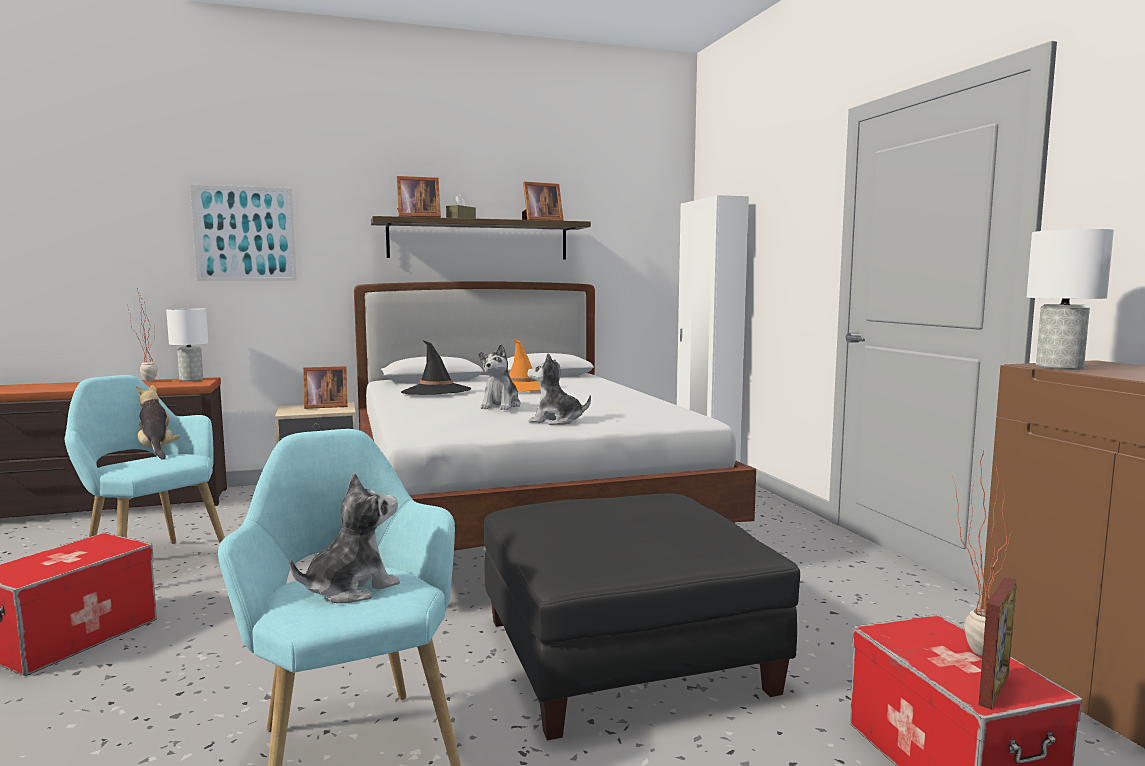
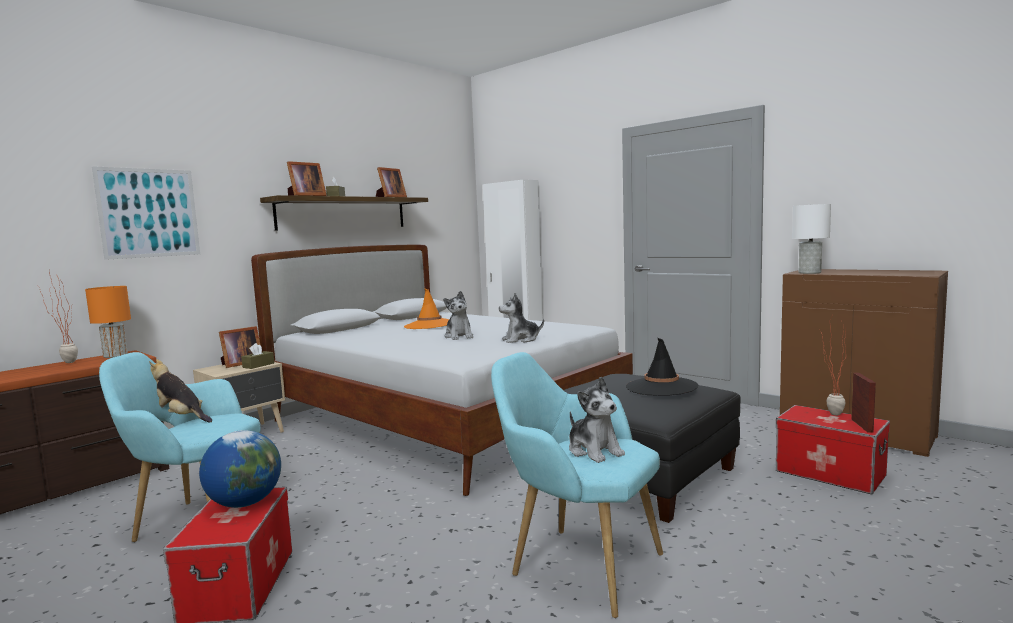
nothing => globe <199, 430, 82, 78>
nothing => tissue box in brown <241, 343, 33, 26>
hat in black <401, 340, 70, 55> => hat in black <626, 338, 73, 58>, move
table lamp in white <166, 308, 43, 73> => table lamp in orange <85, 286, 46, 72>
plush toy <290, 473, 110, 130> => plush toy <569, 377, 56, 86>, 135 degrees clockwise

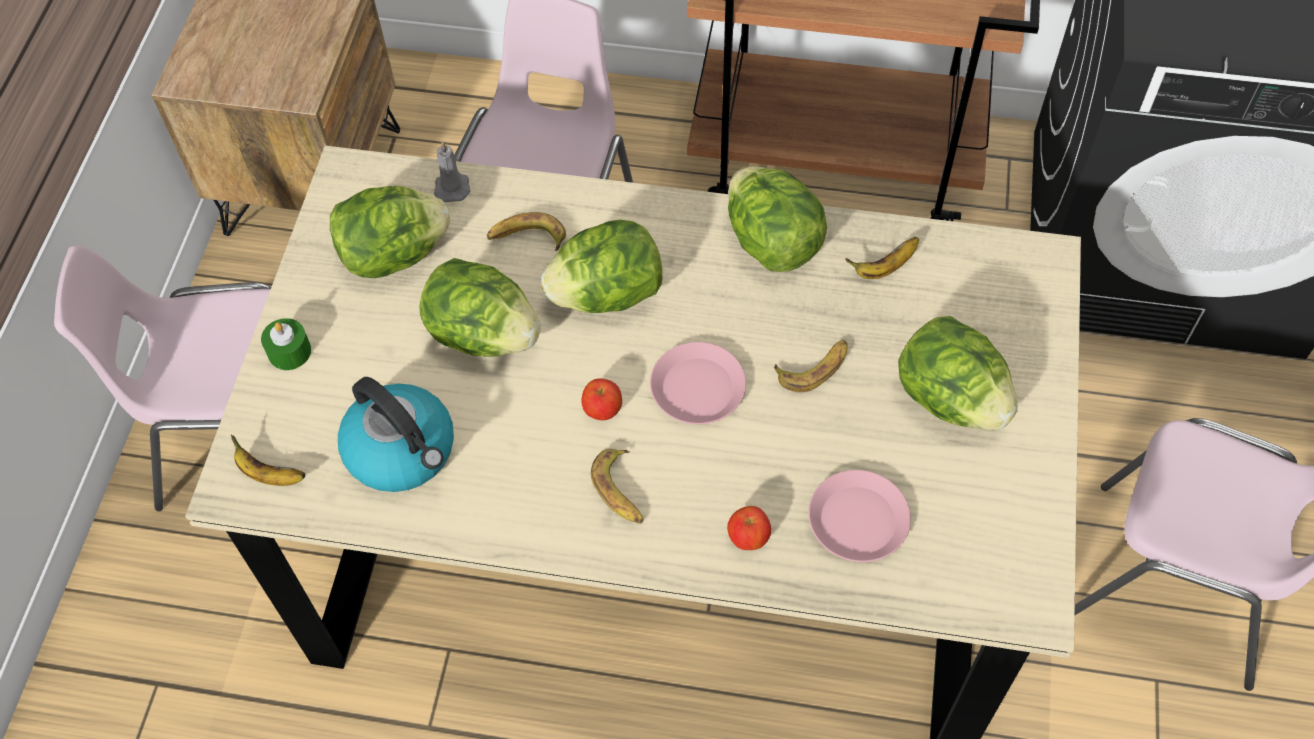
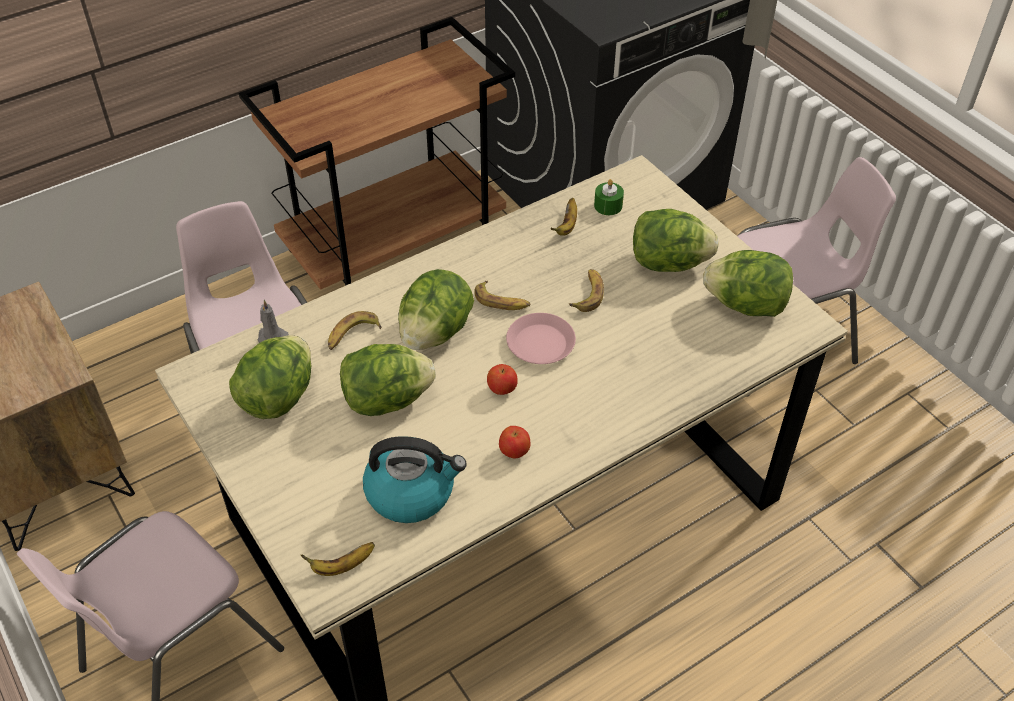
plate in pink <808, 470, 103, 92> => nothing
candle in green <261, 318, 50, 52> => candle in green <594, 179, 30, 36>, move
banana <591, 449, 53, 75> => banana <474, 281, 56, 29>, move
apple <727, 506, 44, 44> => apple <499, 426, 31, 32>, move
lettuce <728, 167, 99, 105> => lettuce <703, 250, 90, 67>, move

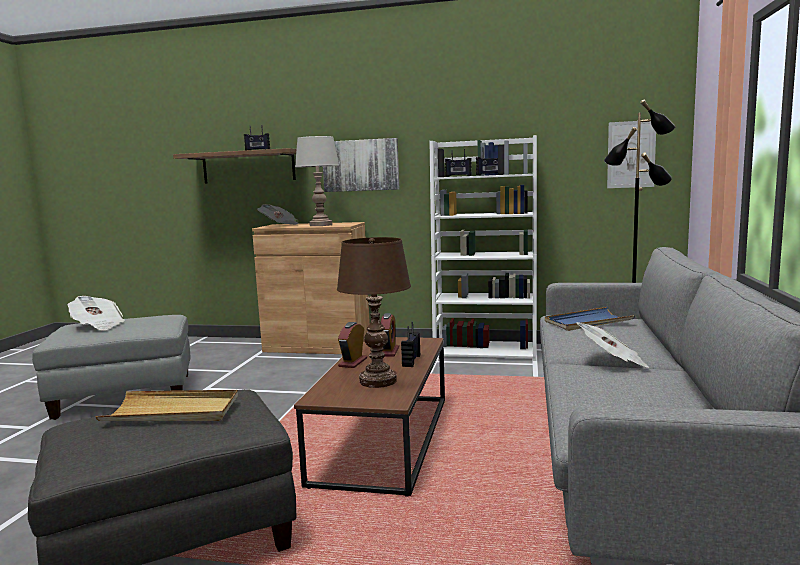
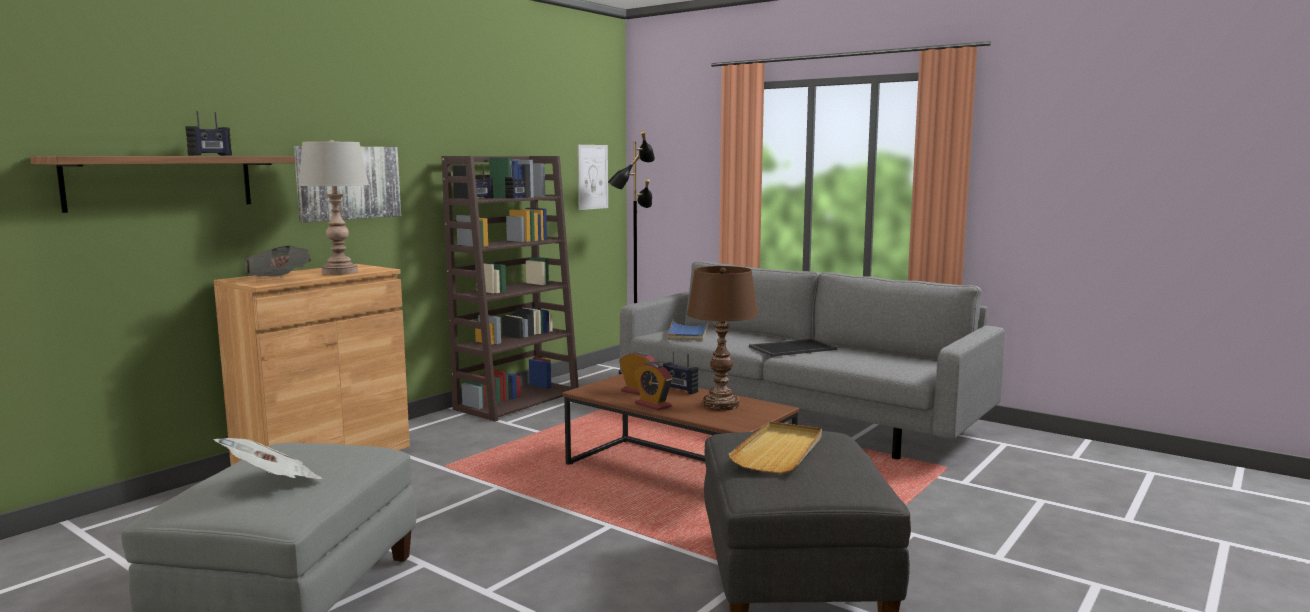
newspaper <576, 322, 74, 46> => tray <749, 338, 88, 19>
bookcase in white <430, 135, 107, 226> => bookcase in brown <441, 156, 138, 266>

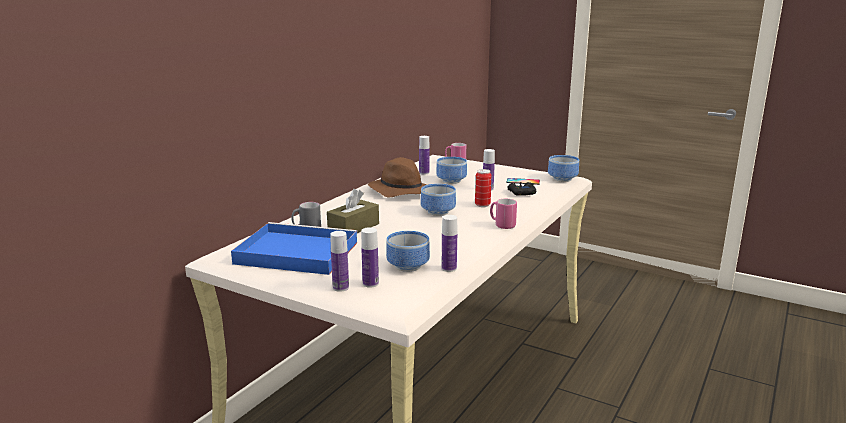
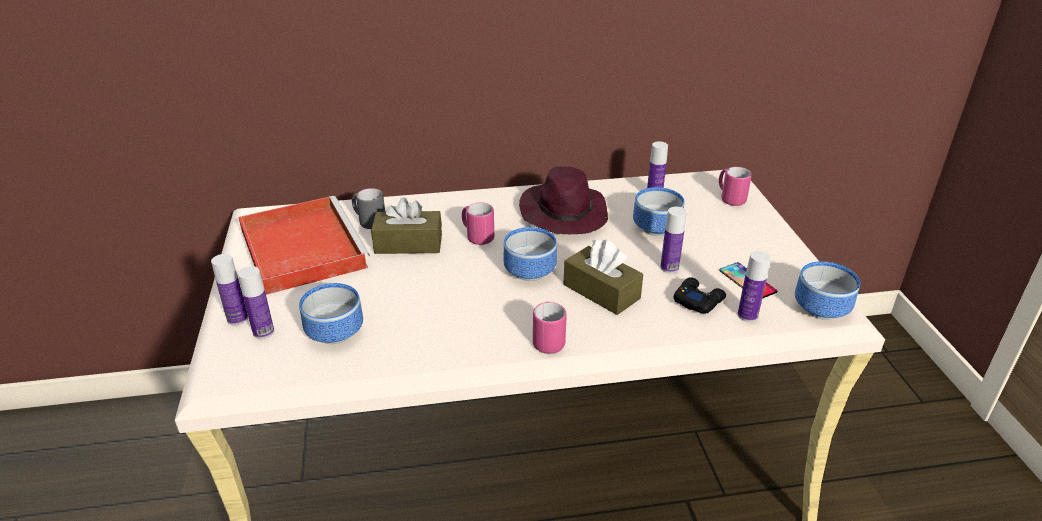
nothing => mug in pink <462, 202, 32, 43>
bottle <442, 215, 15, 57> => bottle <737, 251, 34, 71>, move
can <475, 169, 17, 38> => tissue box in brown <564, 239, 79, 76>
tray in blue <231, 222, 127, 53> => tray in red <239, 196, 131, 99>
hat in brown <368, 157, 59, 41> => hat in purple <519, 167, 89, 67>

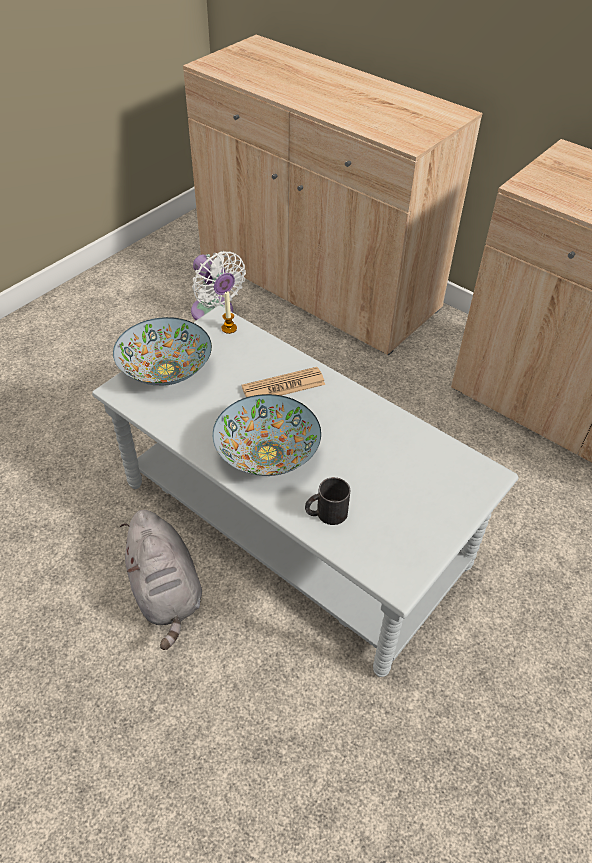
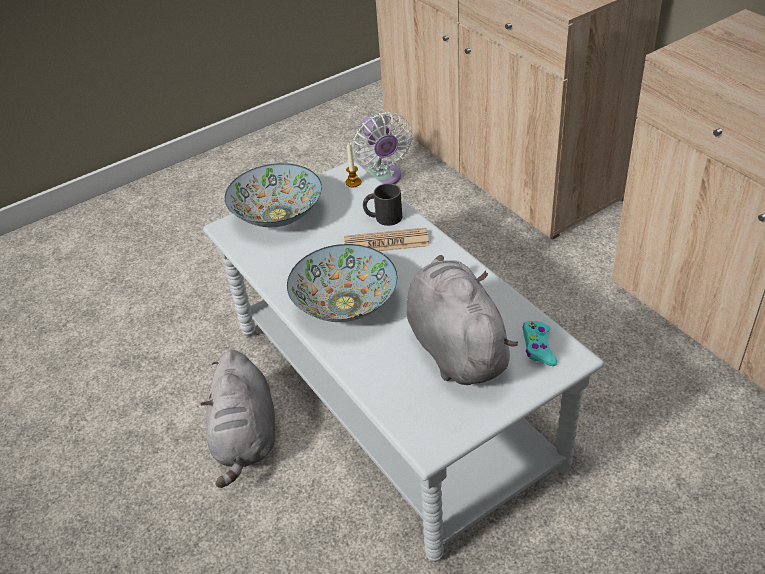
nothing => plush toy in grey <407, 255, 111, 130>
nothing => game controller in turquoise <523, 321, 34, 45>
mug in black <305, 477, 46, 48> => mug in black <363, 183, 39, 43>, move

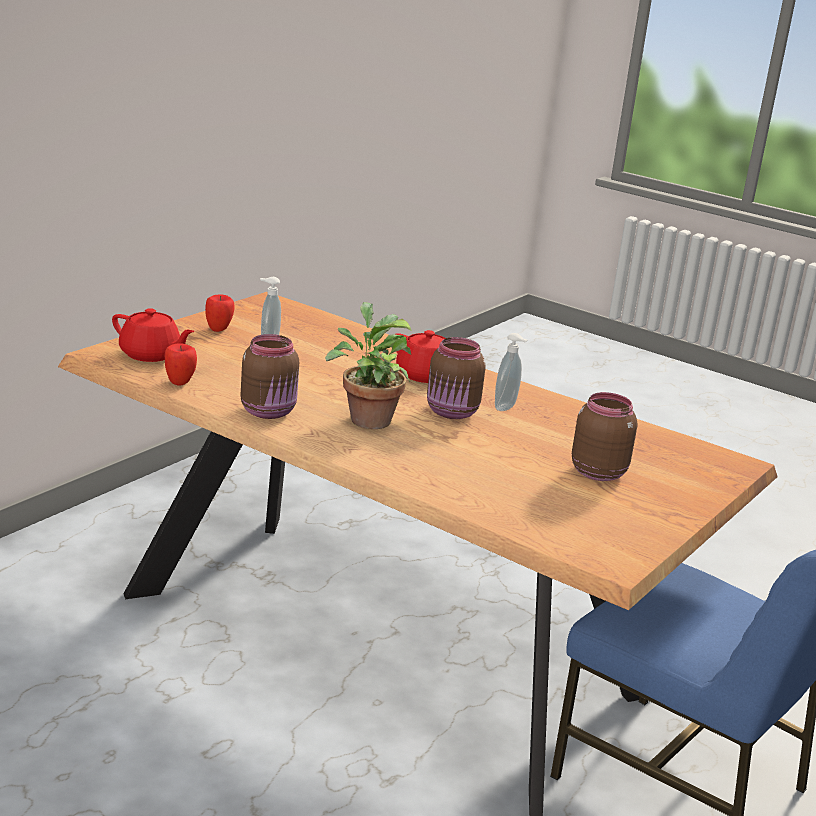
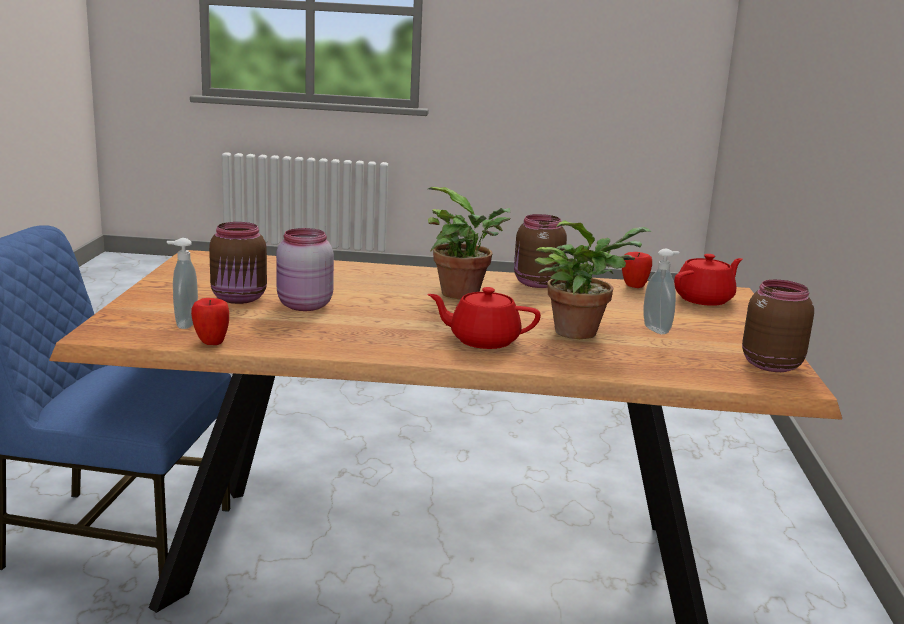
nothing => jar in pink <276, 228, 58, 83>
nothing => potted plant <535, 220, 117, 119>
apple <205, 294, 30, 38> => apple <191, 298, 38, 47>, move
jar in brown <427, 337, 59, 82> => jar in brown <742, 280, 72, 92>, move
soap dispenser <495, 333, 33, 78> => soap dispenser <167, 238, 31, 91>, move
teapot in red <112, 308, 82, 54> => teapot in red <674, 254, 68, 52>, 150 degrees clockwise

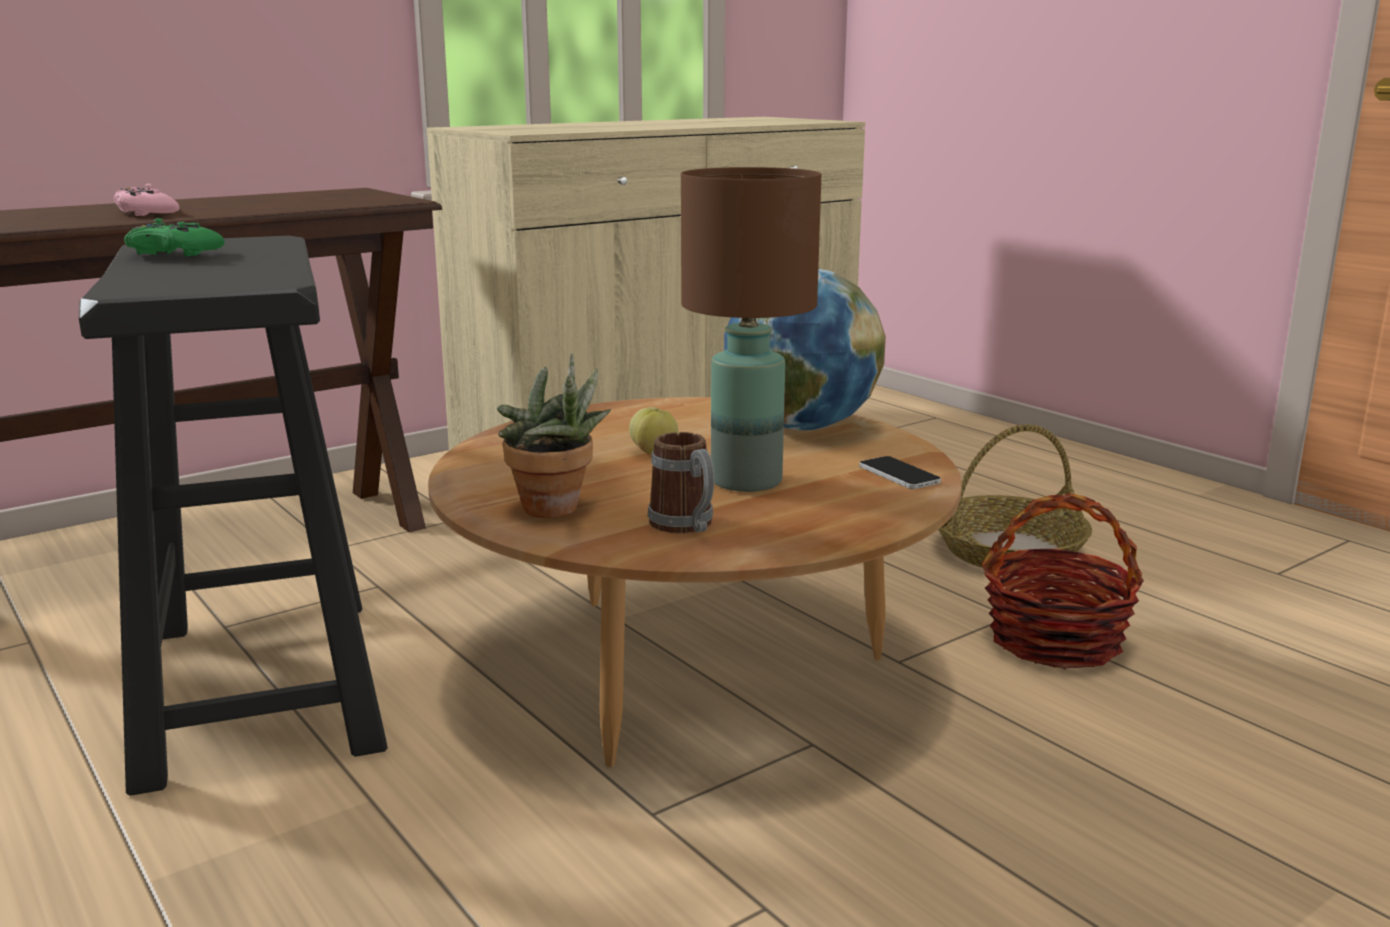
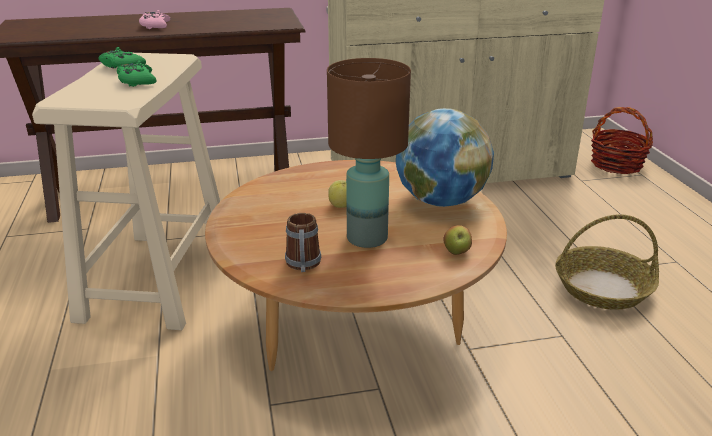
potted plant <497, 353, 114, 165> => nothing
nothing => game controller in green <117, 61, 40, 26>
basket <981, 493, 163, 176> => basket <591, 107, 62, 67>, move
phone <859, 456, 82, 33> => apple <443, 225, 29, 30>
stool in black <79, 236, 309, 560> => stool in beige <32, 53, 188, 277>

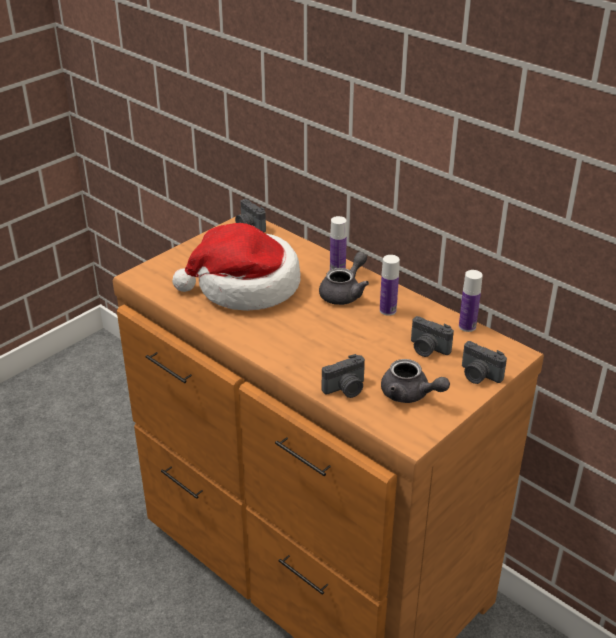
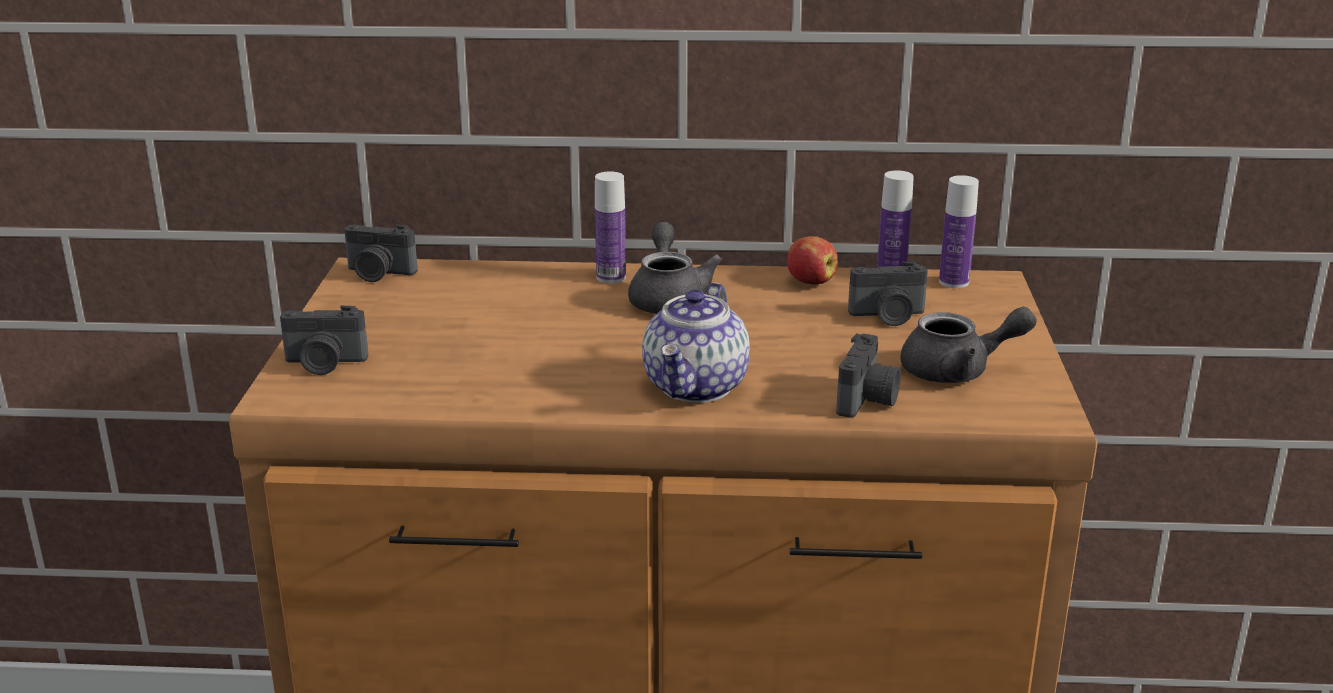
hat <172, 223, 129, 88> => nothing
nothing => teapot <642, 282, 108, 121>
nothing => apple <787, 236, 51, 49>
bottle <380, 255, 20, 61> => bottle <939, 175, 40, 113>, move
photo camera <462, 341, 45, 43> => photo camera <280, 305, 88, 70>, move

